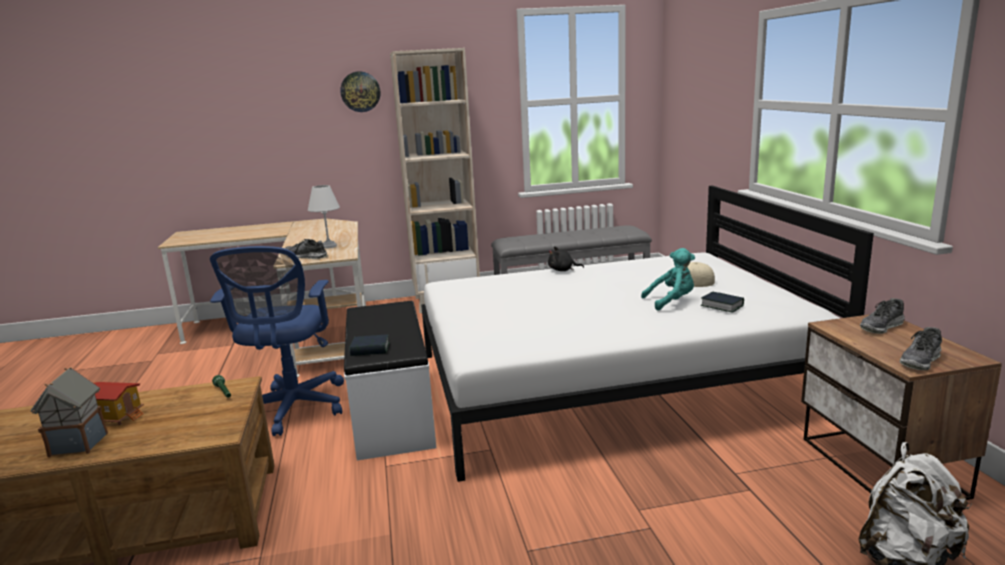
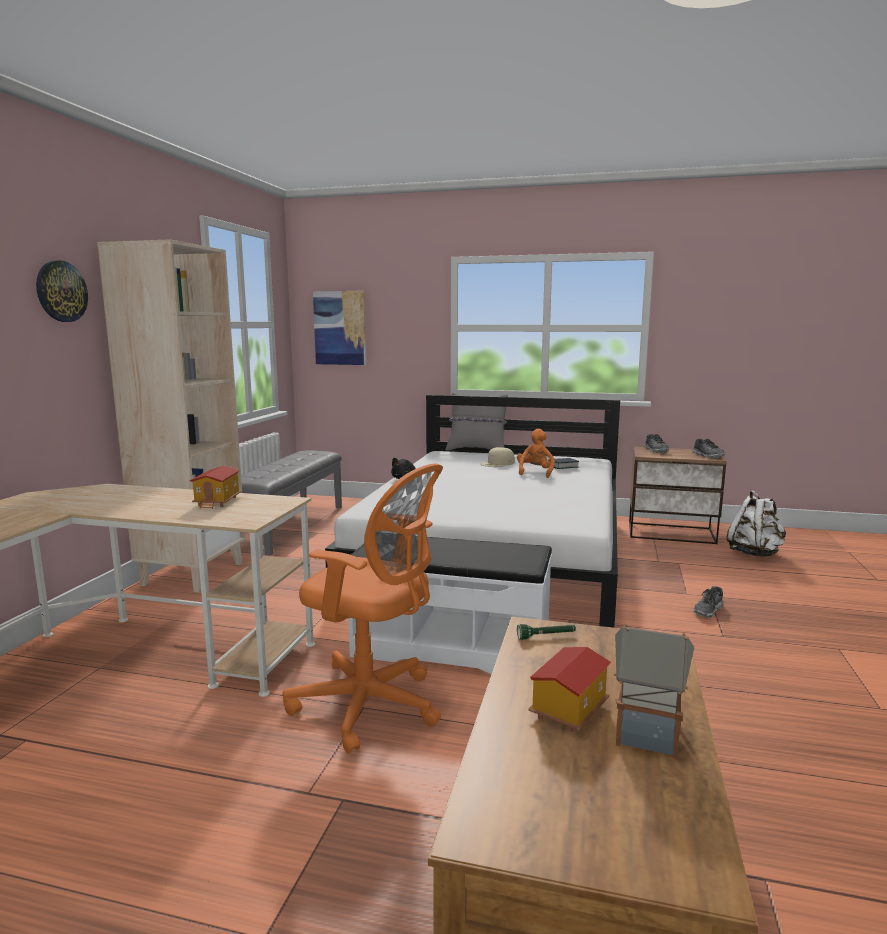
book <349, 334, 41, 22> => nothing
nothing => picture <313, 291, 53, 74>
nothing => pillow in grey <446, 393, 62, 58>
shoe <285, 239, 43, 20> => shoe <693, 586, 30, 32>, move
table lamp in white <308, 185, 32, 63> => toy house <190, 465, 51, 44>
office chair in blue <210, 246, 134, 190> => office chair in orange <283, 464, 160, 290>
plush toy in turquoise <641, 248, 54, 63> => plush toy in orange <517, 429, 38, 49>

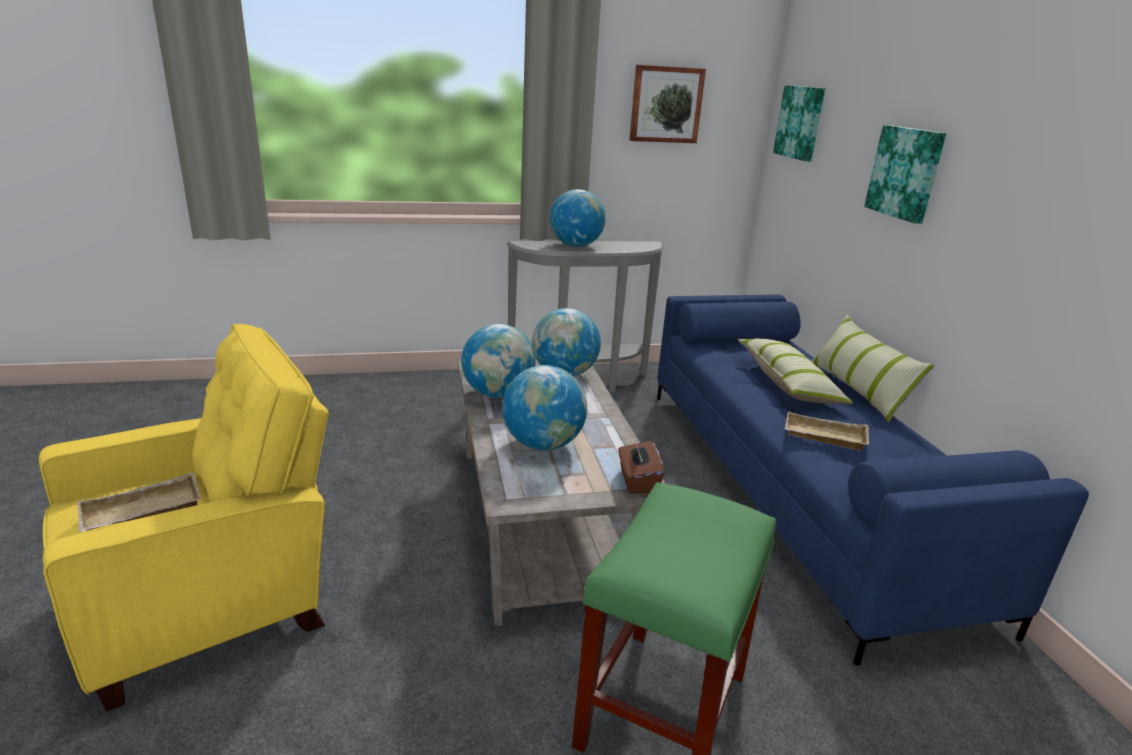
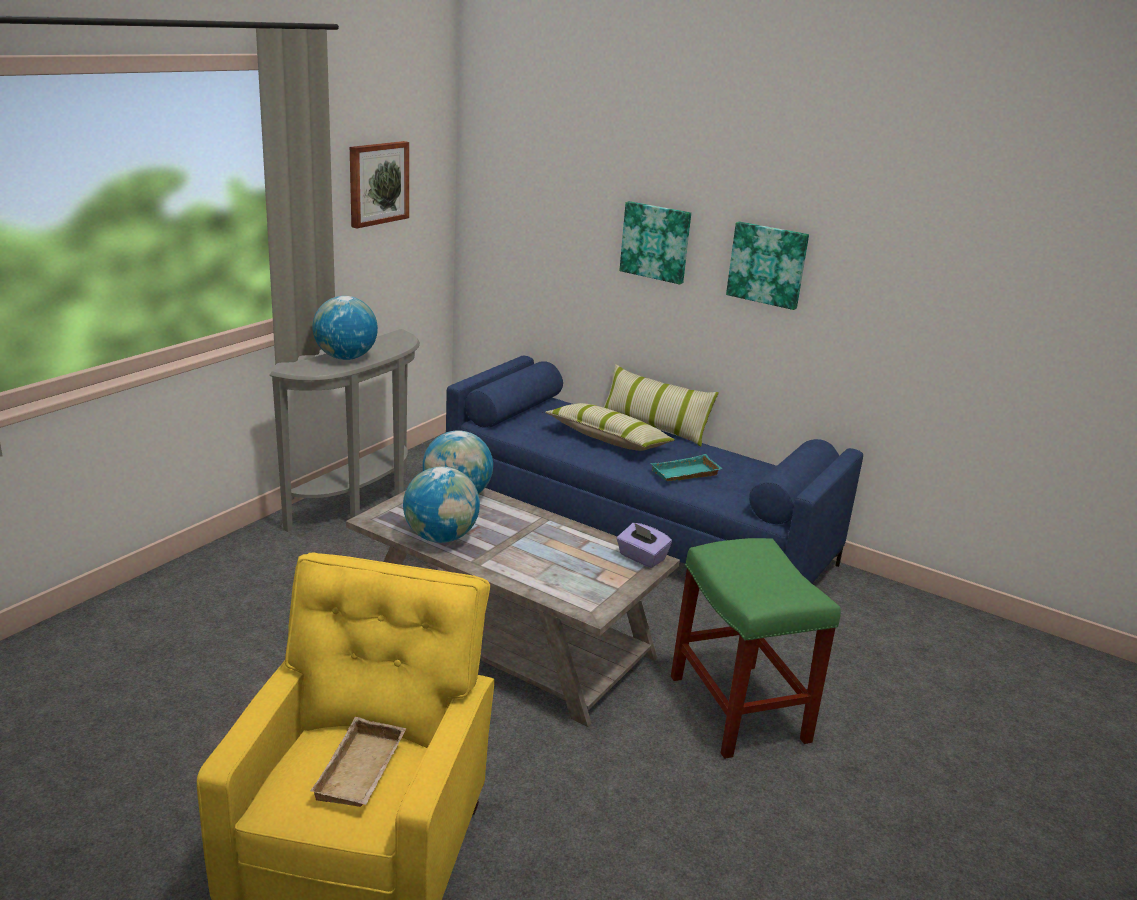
globe <502, 365, 85, 85> => nothing
picture <773, 85, 52, 76> => picture <726, 222, 83, 88>, move
tissue box in brown <618, 438, 46, 56> => tissue box in purple <617, 523, 55, 45>
tray in beige <785, 411, 84, 39> => tray in turquoise <650, 454, 73, 27>

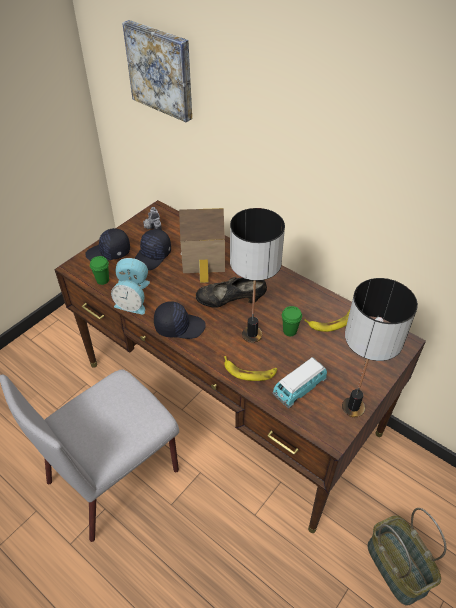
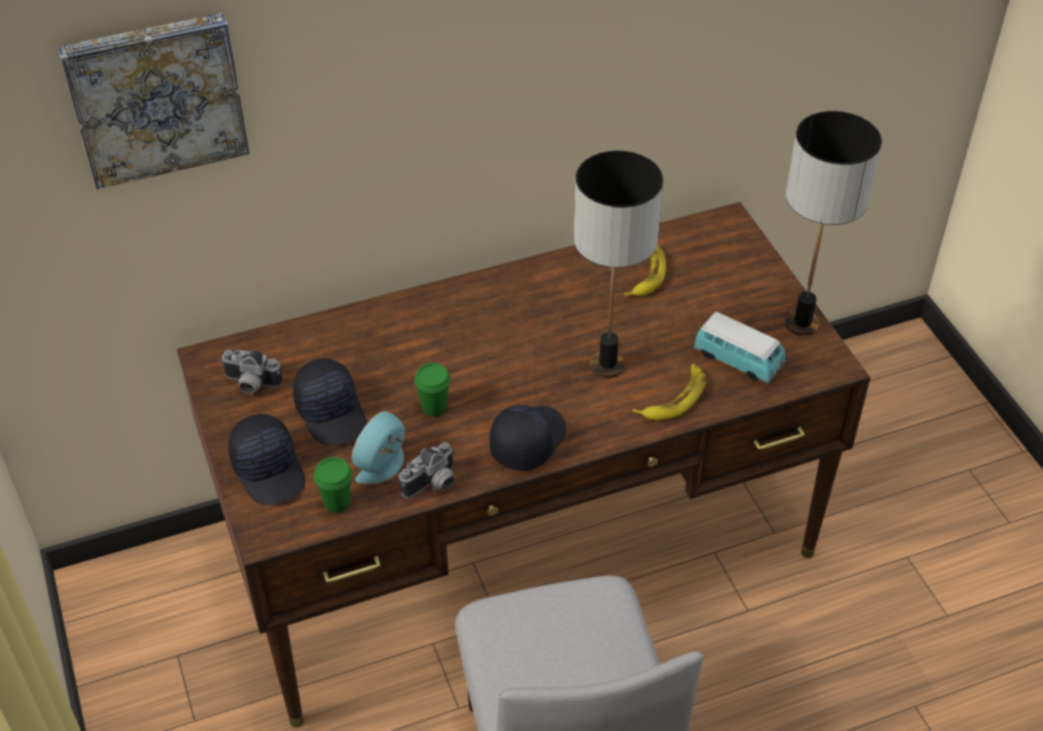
toy house <179, 208, 46, 75> => nothing
shoe in black <196, 277, 71, 31> => nothing
basket <367, 508, 80, 97> => nothing
cup in green <282, 306, 20, 30> => cup in green <414, 363, 36, 54>, move
alarm clock <111, 280, 34, 34> => photo camera <399, 442, 56, 56>
cap in black <85, 228, 45, 33> => cap in black <228, 413, 77, 92>, 45 degrees counterclockwise
toy car <272, 357, 55, 52> => toy car <693, 312, 93, 72>, 45 degrees counterclockwise

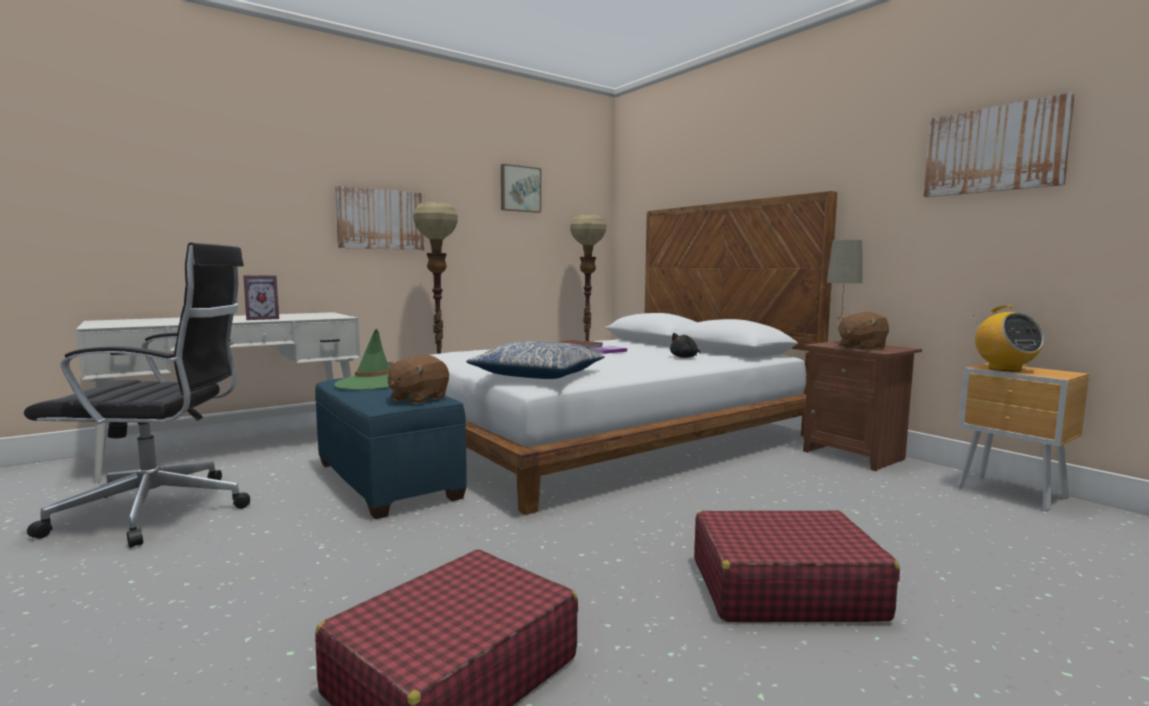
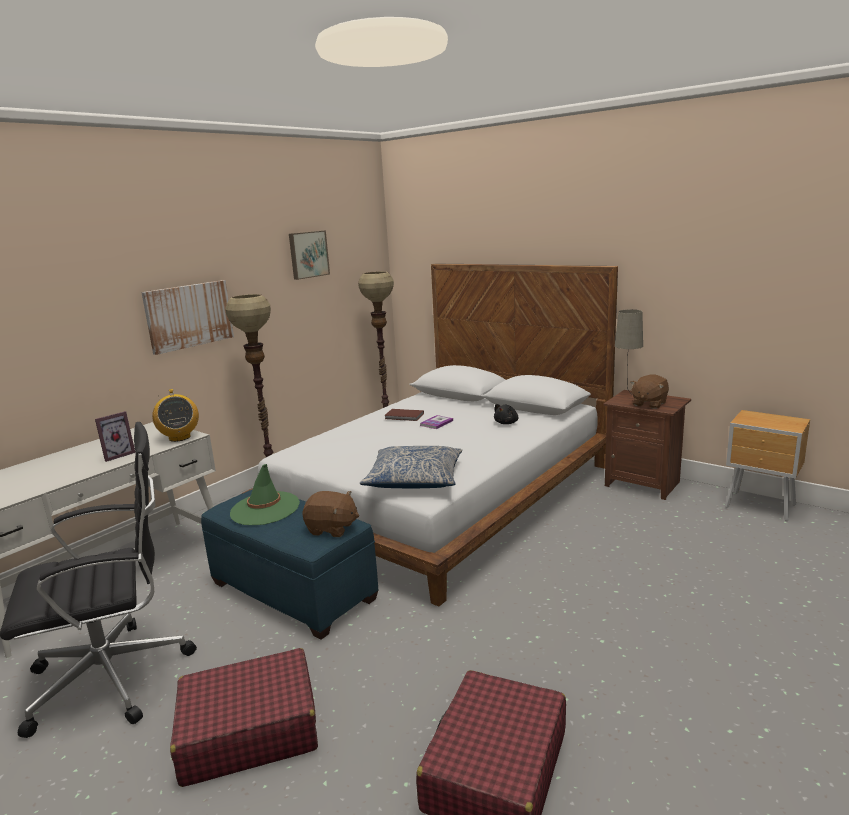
picture <923, 92, 152, 105> => nothing
suitcase in red <694, 510, 206, 112> => suitcase in red <170, 648, 148, 139>, move
radio <973, 306, 71, 66> => radio <152, 389, 47, 53>, move
plush toy in brown <387, 355, 62, 49> => plush toy in brown <302, 491, 57, 46>, 90 degrees counterclockwise

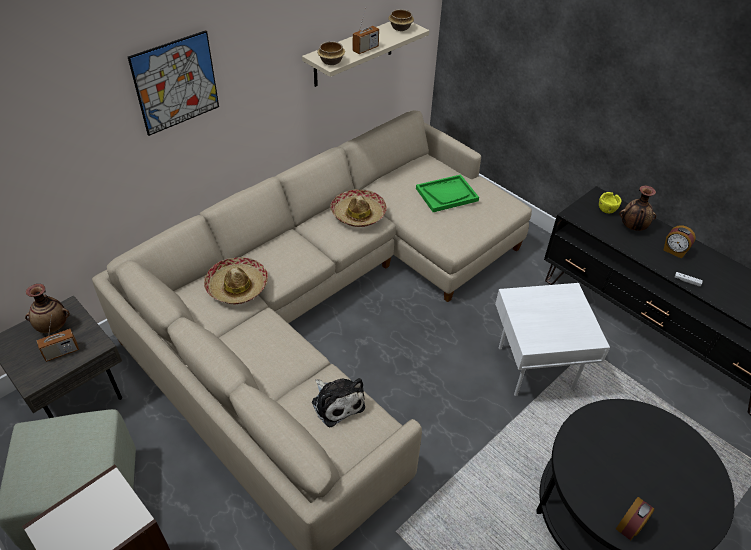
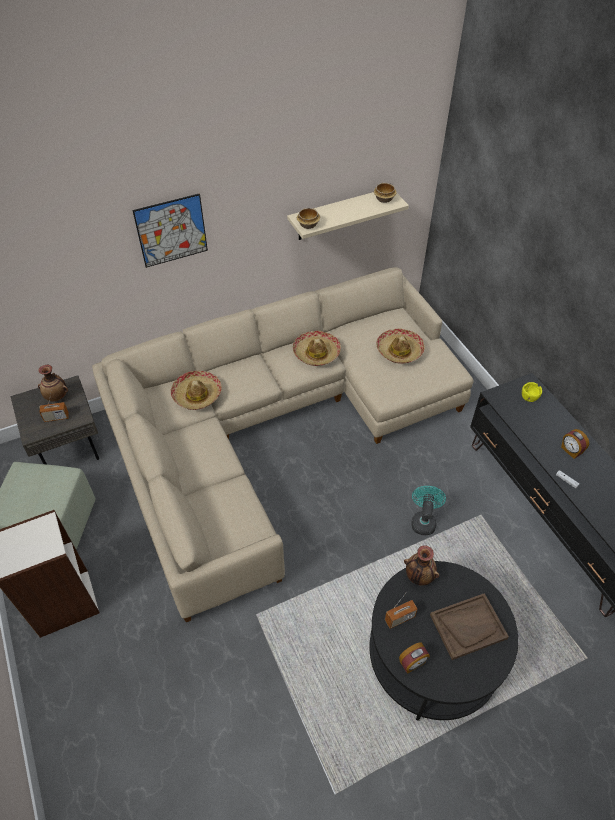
plush toy <312, 378, 53, 49> => nothing
nothing => tray in brown <430, 593, 79, 67>
radio <353, 12, 26, 42> => radio <385, 593, 32, 36>, move
vase <619, 186, 37, 45> => vase <404, 545, 35, 41>, move
tray in green <416, 174, 63, 38> => hat <376, 328, 48, 36>
side table in white <495, 283, 115, 113> => fan in turquoise <411, 486, 35, 49>

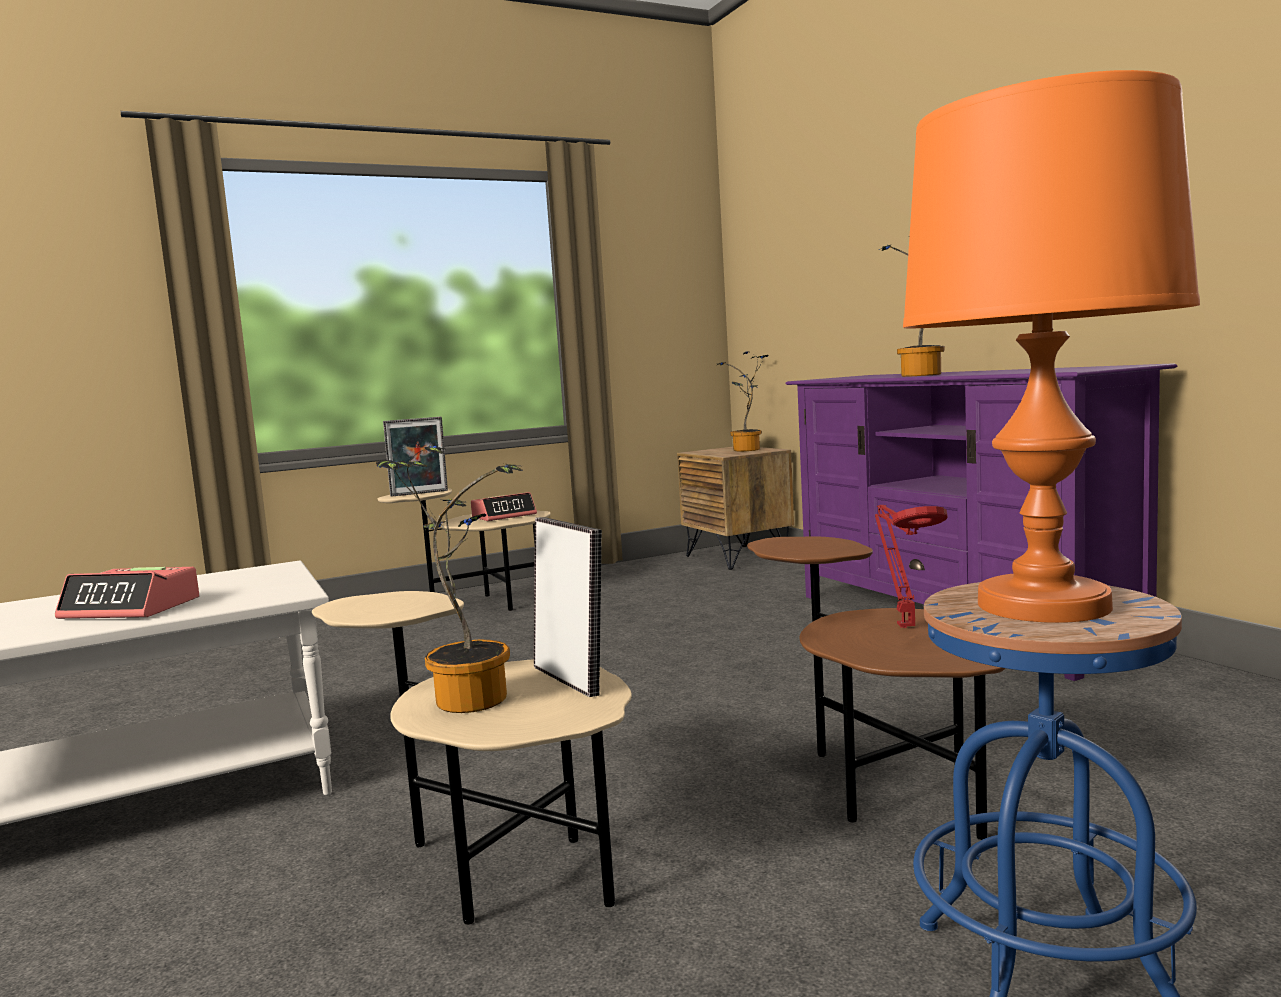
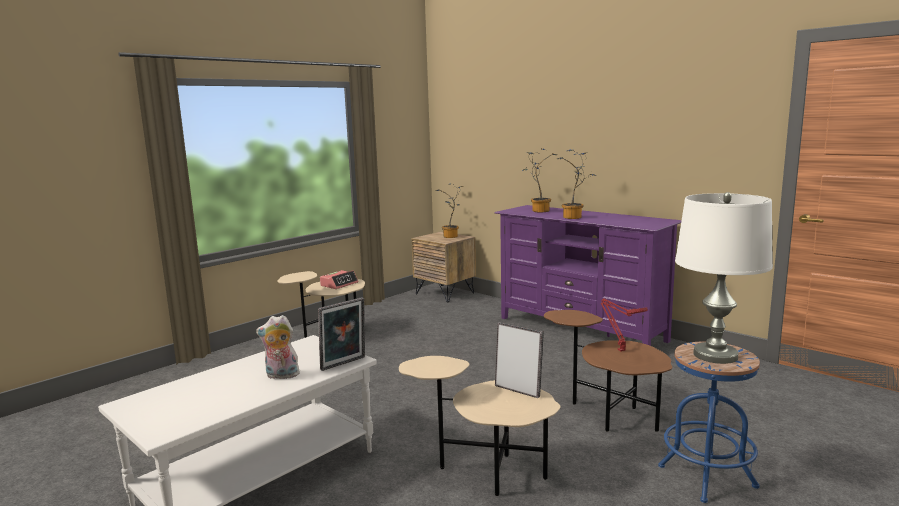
potted plant <376, 446, 147, 267> => potted plant <522, 149, 35, 63>, move
picture frame <383, 417, 65, 80> => picture frame <318, 297, 47, 74>, move
alarm clock <55, 567, 145, 52> => plush toy <256, 315, 44, 64>
table lamp in orange <903, 70, 297, 553> => table lamp in white <675, 192, 98, 172>

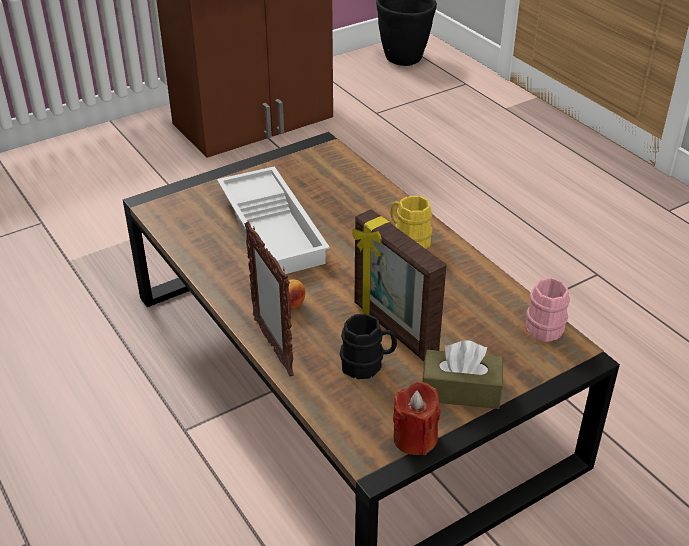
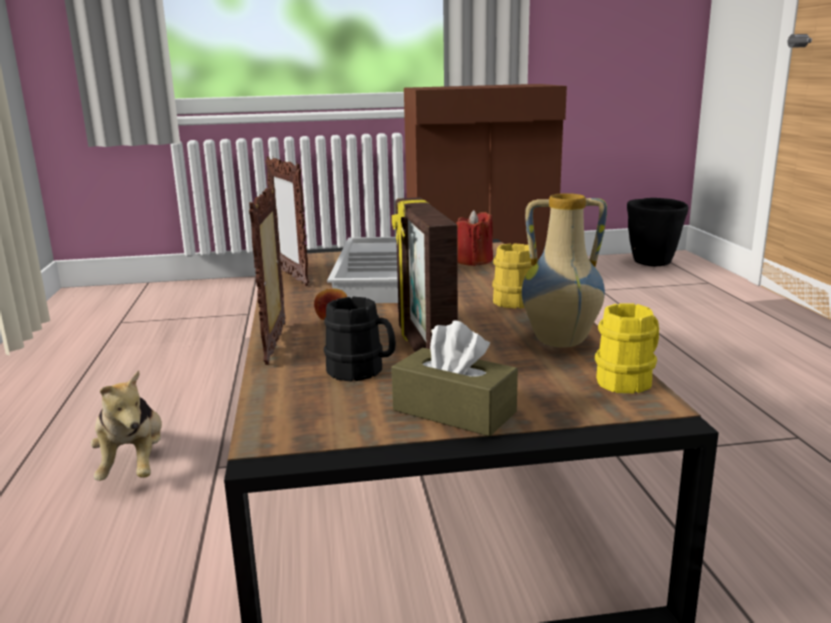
nothing => plush toy <91, 370, 71, 111>
nothing => picture frame <265, 156, 44, 130>
nothing => vase <522, 193, 85, 155>
candle in red <393, 382, 48, 73> => candle in red <456, 210, 37, 56>, move
mug in pink <525, 277, 45, 65> => mug in yellow <595, 303, 64, 90>

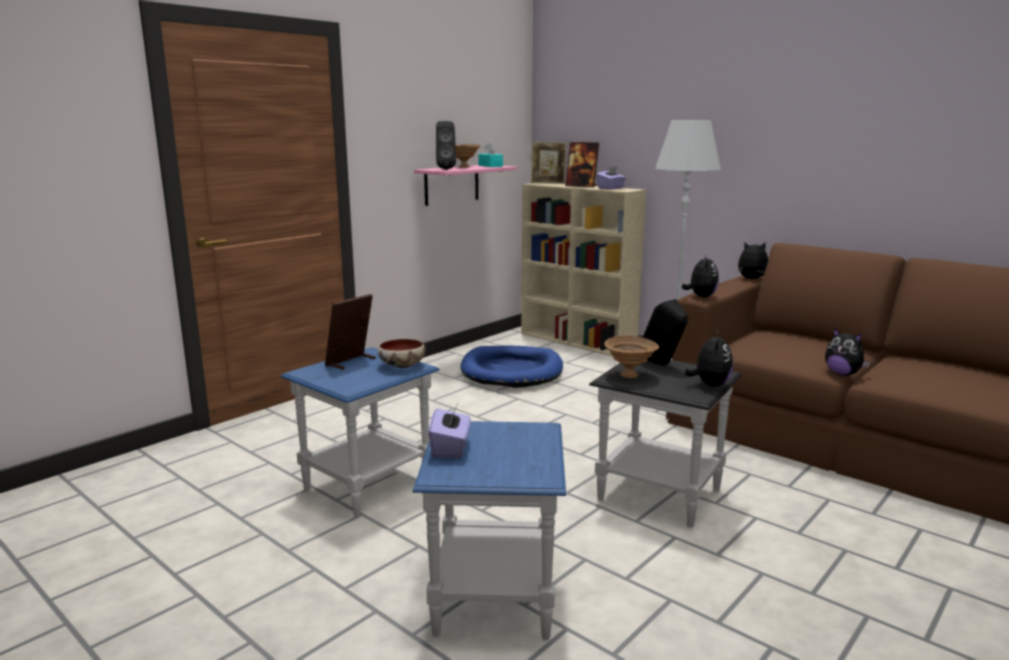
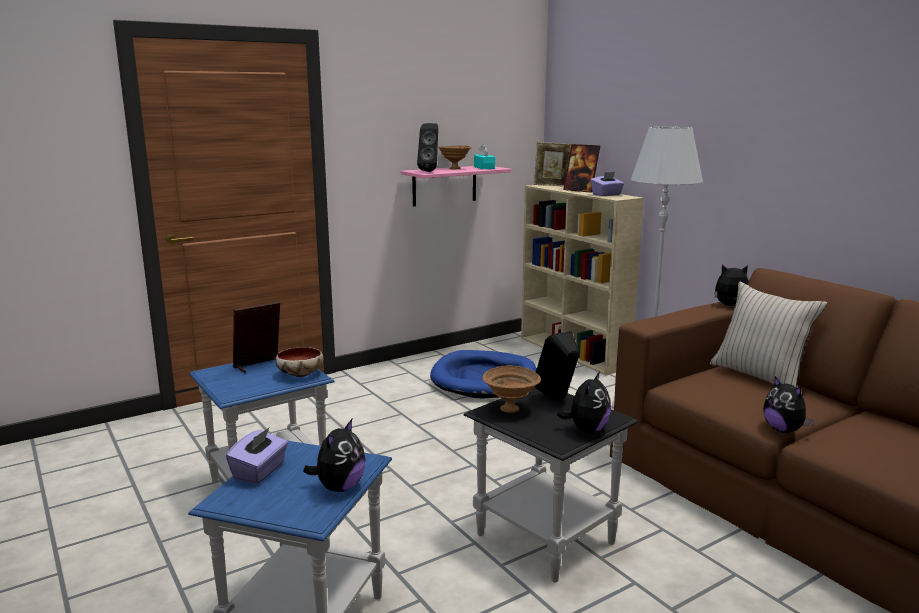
nothing => pillow in beige <710, 282, 117, 105>
plush toy <682, 254, 37, 43> => plush toy <303, 419, 62, 73>, move

